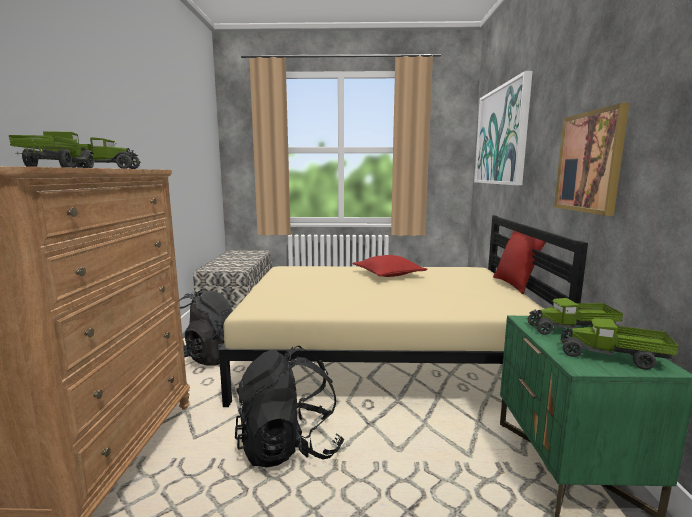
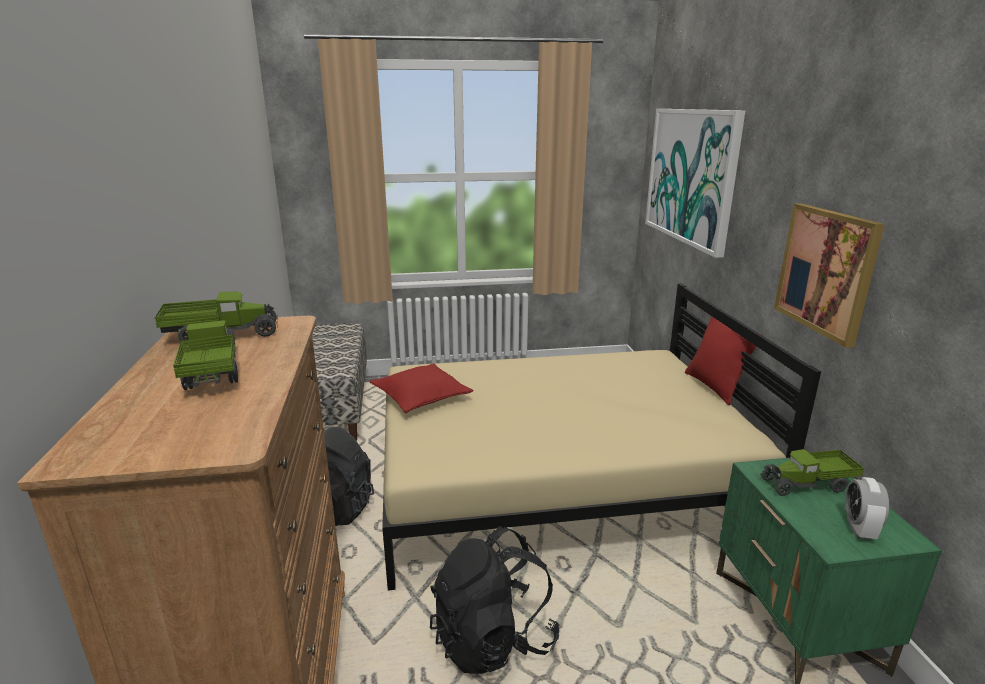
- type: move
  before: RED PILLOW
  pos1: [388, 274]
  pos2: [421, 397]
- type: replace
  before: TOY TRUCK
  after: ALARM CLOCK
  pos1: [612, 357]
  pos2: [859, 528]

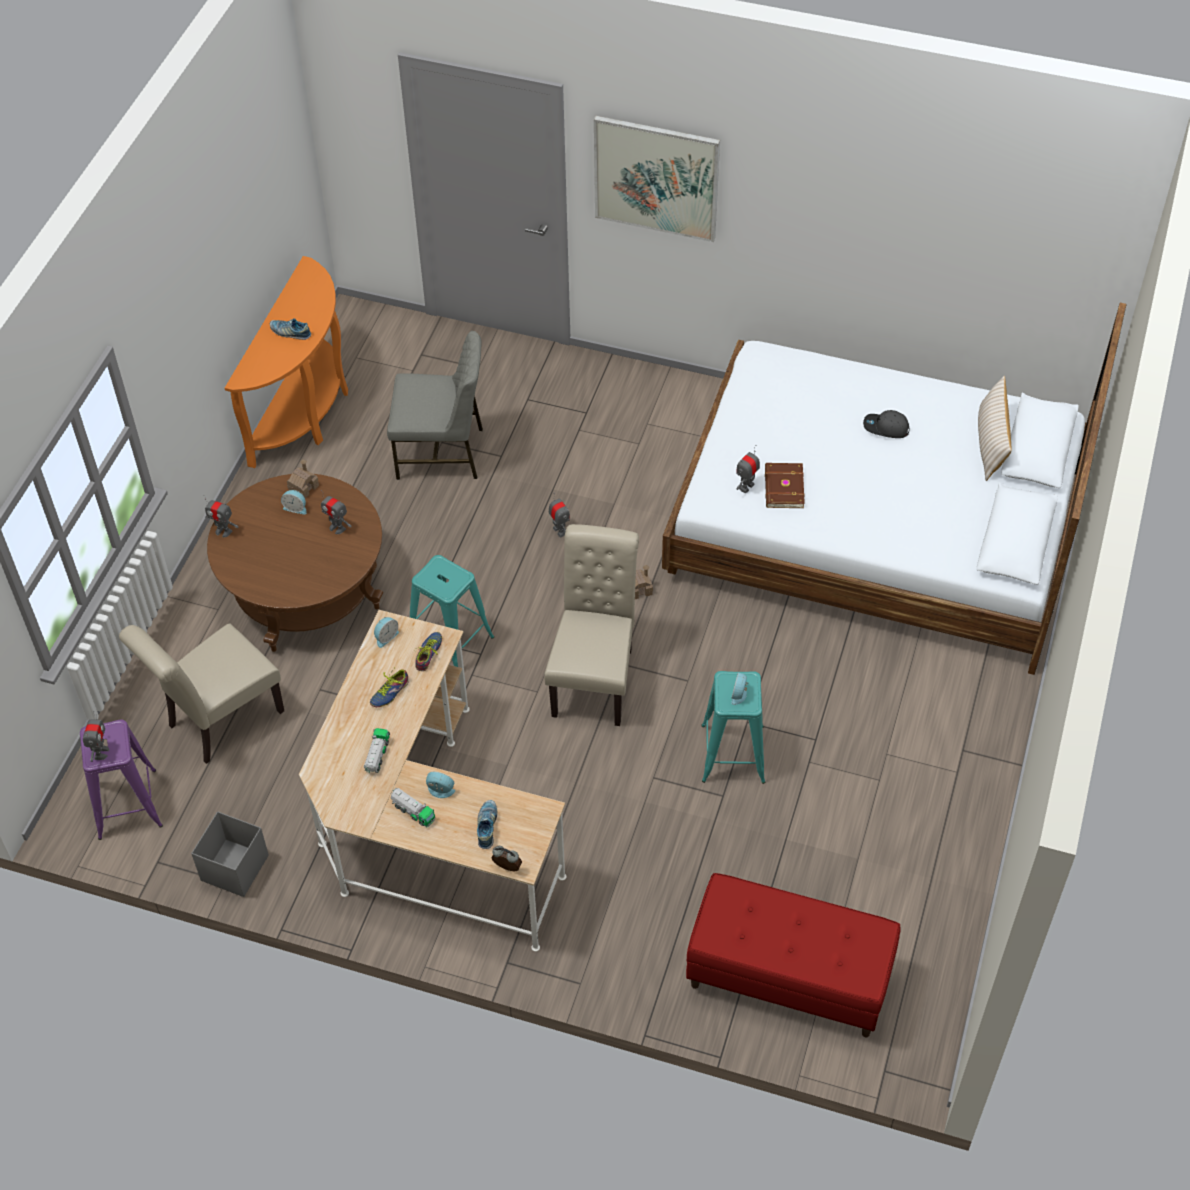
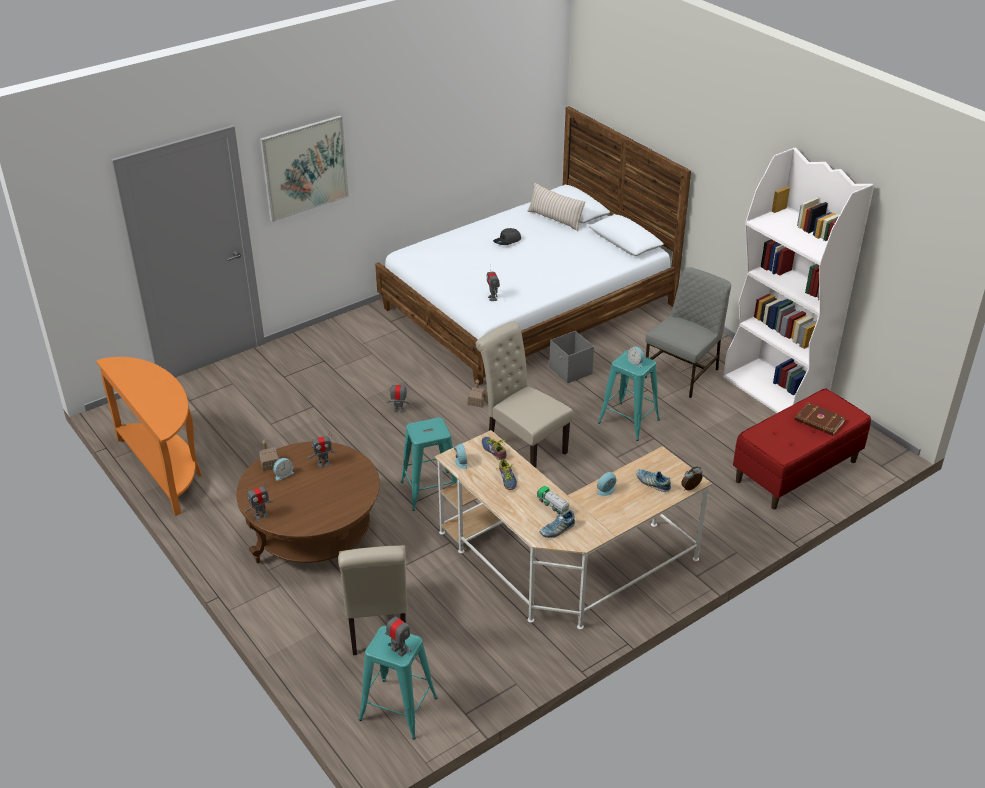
- type: recolor
  before: PURPLE STOOL
  after: TURQUOISE STOOL
  pos1: [127, 804]
  pos2: [399, 709]
- type: move
  before: SHOE
  pos1: [290, 332]
  pos2: [557, 530]
- type: move
  before: GREY STORAGE BOX
  pos1: [234, 869]
  pos2: [570, 371]
- type: move
  before: GREY CHAIR
  pos1: [442, 453]
  pos2: [683, 373]
- type: insert
  after: WHITE BOOKCASE
  pos2: [775, 390]
- type: move
  before: BROWN BOOK
  pos1: [783, 488]
  pos2: [819, 421]
- type: delete
  before: TOY TRUCK
  pos1: [413, 812]

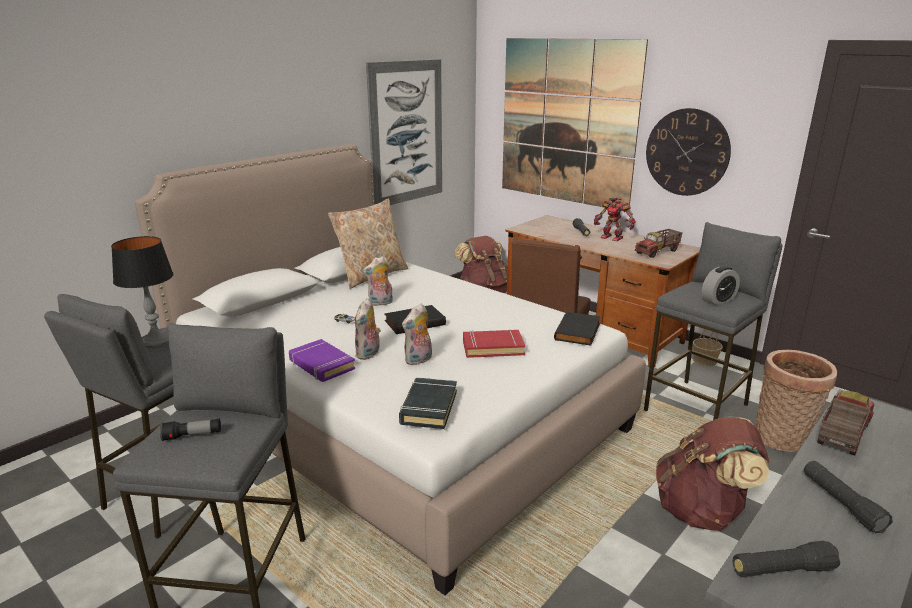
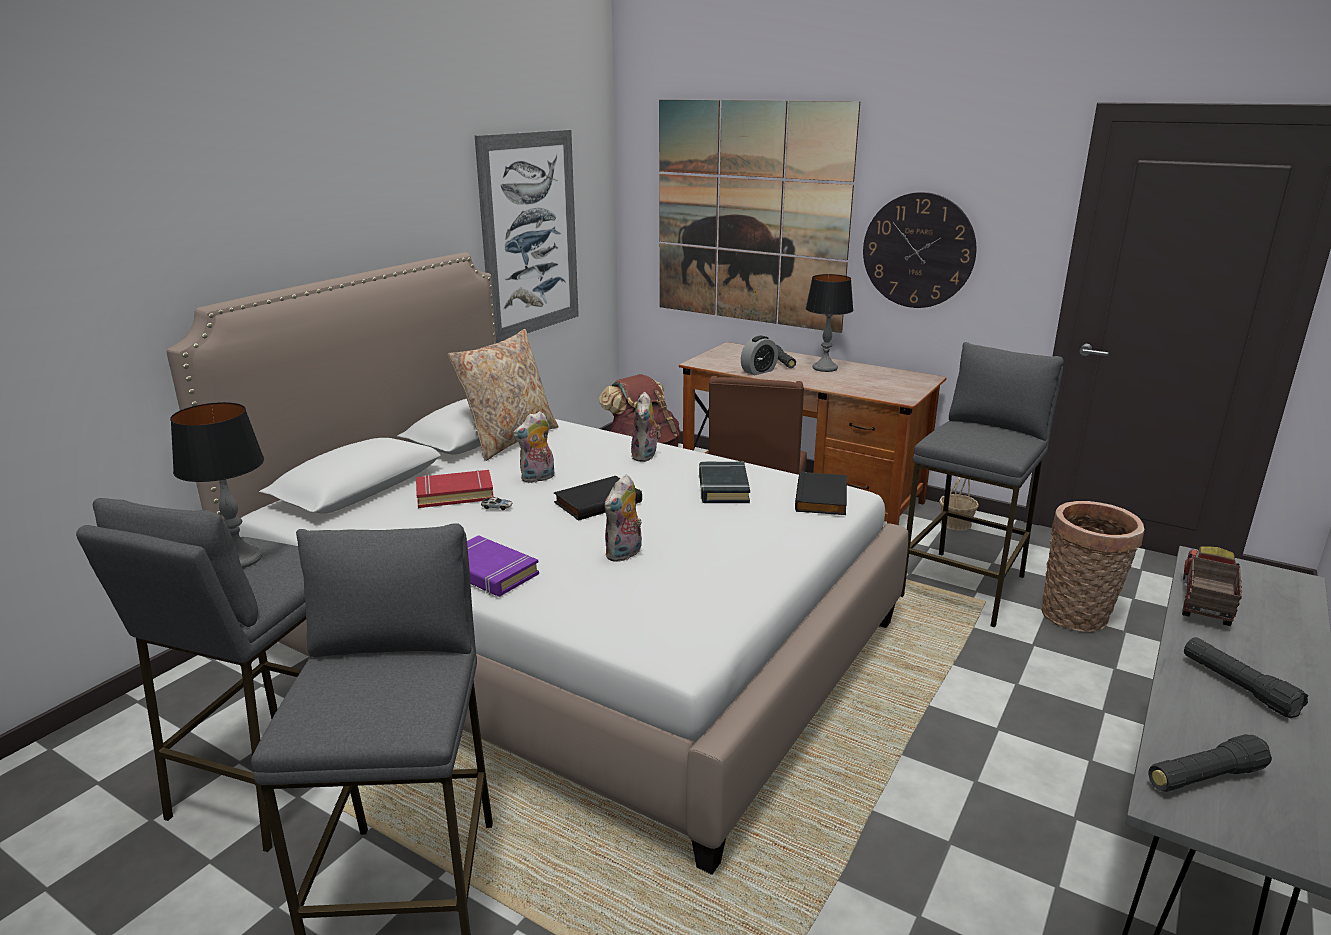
- type: move
  before: RED BOOK
  pos1: [493, 348]
  pos2: [455, 494]
- type: move
  before: PLUSH TOY
  pos1: [368, 354]
  pos2: [645, 456]
- type: move
  before: BLACK BOOK
  pos1: [428, 407]
  pos2: [723, 488]
- type: move
  before: ALARM CLOCK
  pos1: [718, 300]
  pos2: [758, 371]
- type: replace
  before: TOY ROBOT
  after: TABLE LAMP
  pos1: [612, 237]
  pos2: [825, 368]
- type: delete
  before: FLASHLIGHT
  pos1: [192, 436]
- type: delete
  before: TOY TRUCK
  pos1: [658, 252]
- type: delete
  before: BROWN BACKPACK
  pos1: [702, 511]

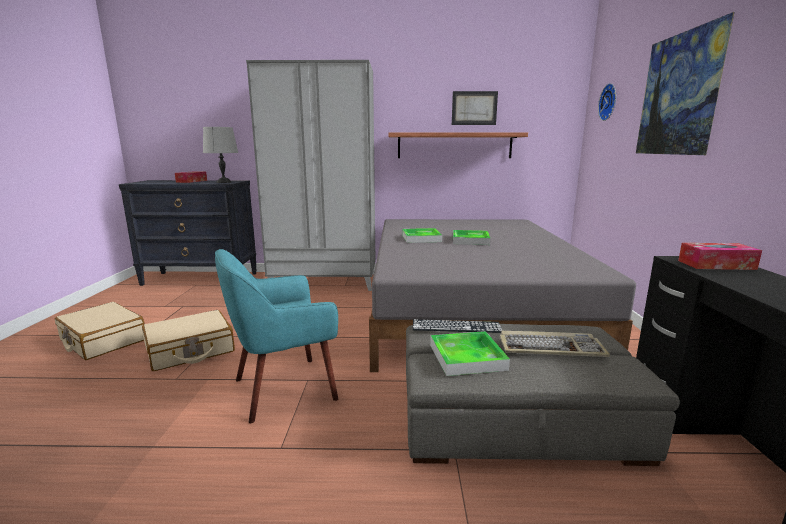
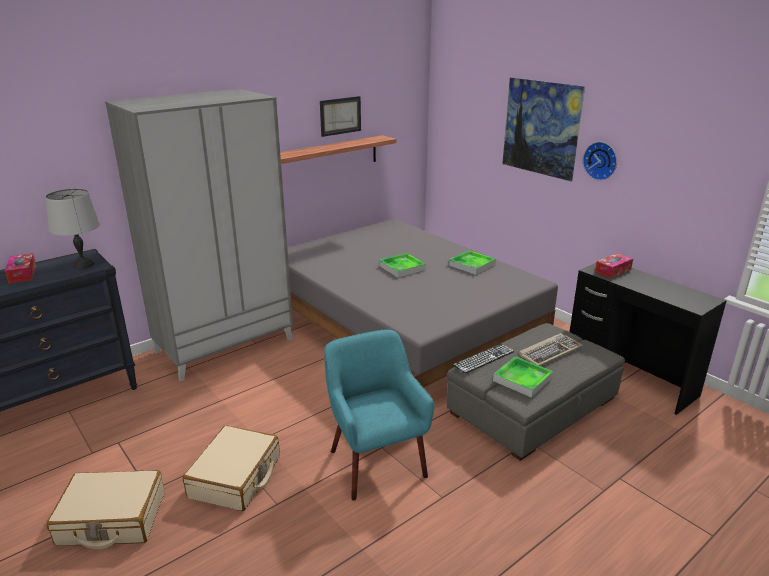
- type: rotate
  before: TURQUOISE ARMCHAIR
  pos1: [283, 388]
  pos2: [376, 463]
  turn: 135
- type: move
  before: TRAY
  pos1: [421, 238]
  pos2: [472, 265]
- type: move
  before: WALL CLOCK
  pos1: [609, 102]
  pos2: [601, 160]

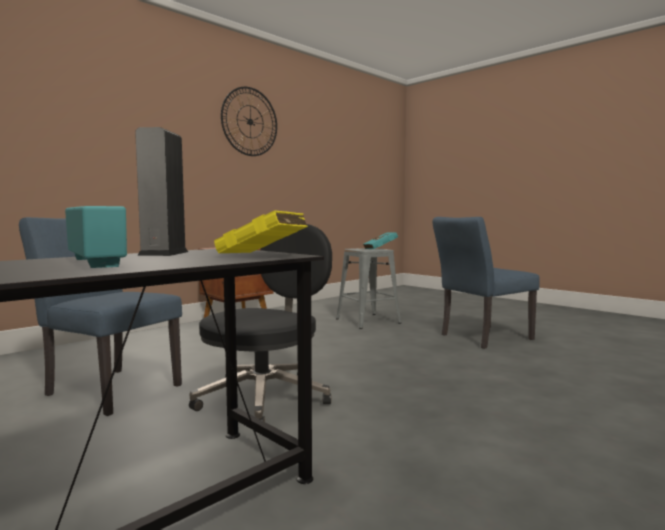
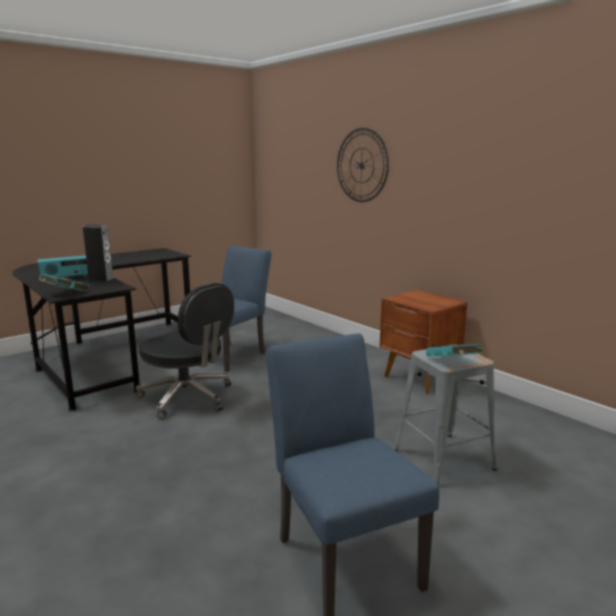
- type: recolor
  before: YELLOW BOOK
  after: TURQUOISE BOOK
  pos1: [264, 256]
  pos2: [63, 293]
- type: move
  before: WALL CLOCK
  pos1: [250, 121]
  pos2: [361, 165]

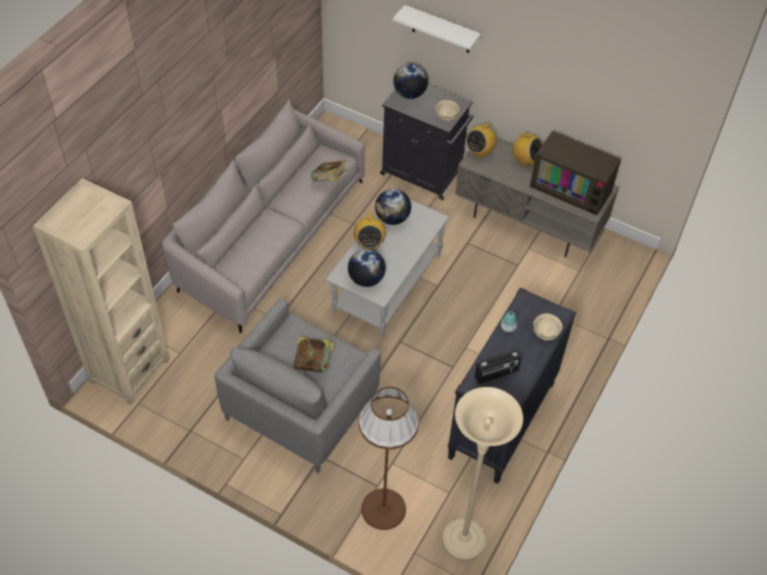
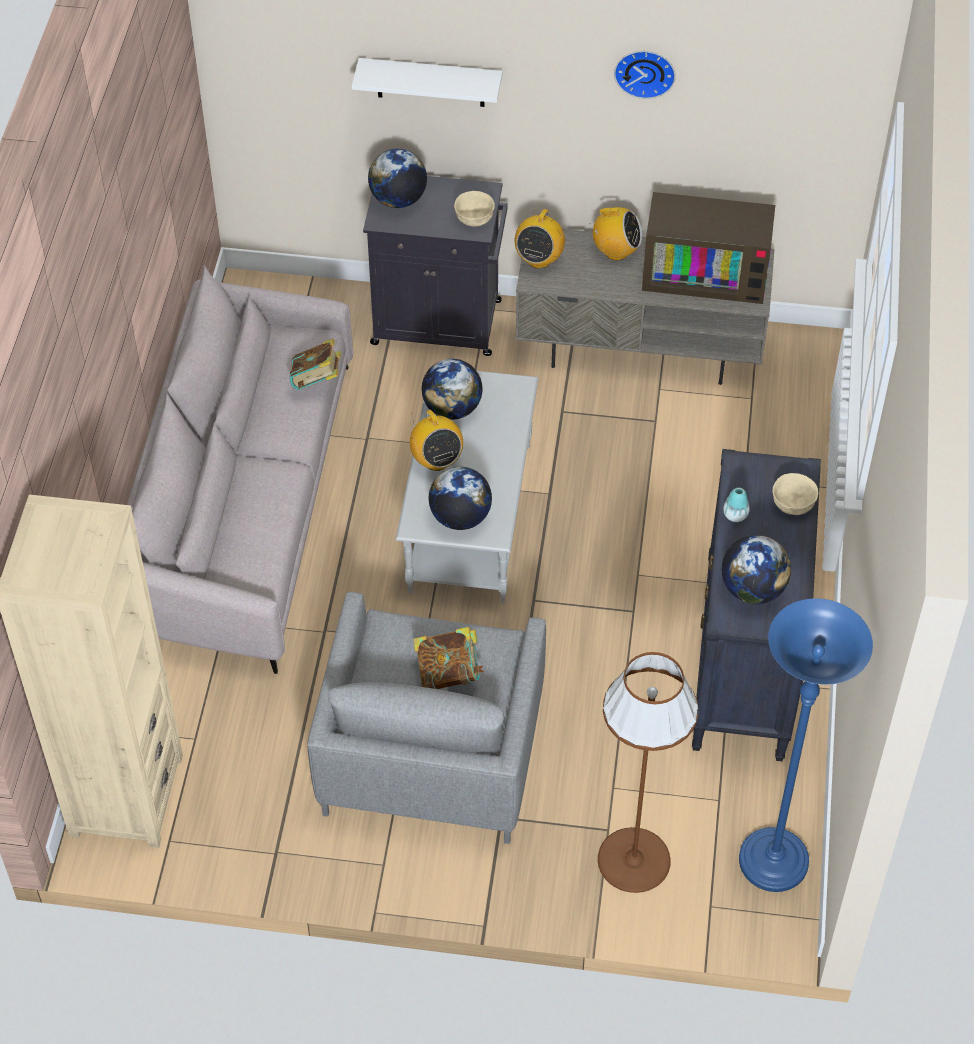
- type: insert
  after: WALL CLOCK
  pos2: [645, 71]
- type: replace
  before: RADIO
  after: GLOBE
  pos1: [496, 374]
  pos2: [752, 589]
- type: recolor
  before: BEIGE FLOOR LAMP
  after: BLUE FLOOR LAMP
  pos1: [463, 541]
  pos2: [773, 862]

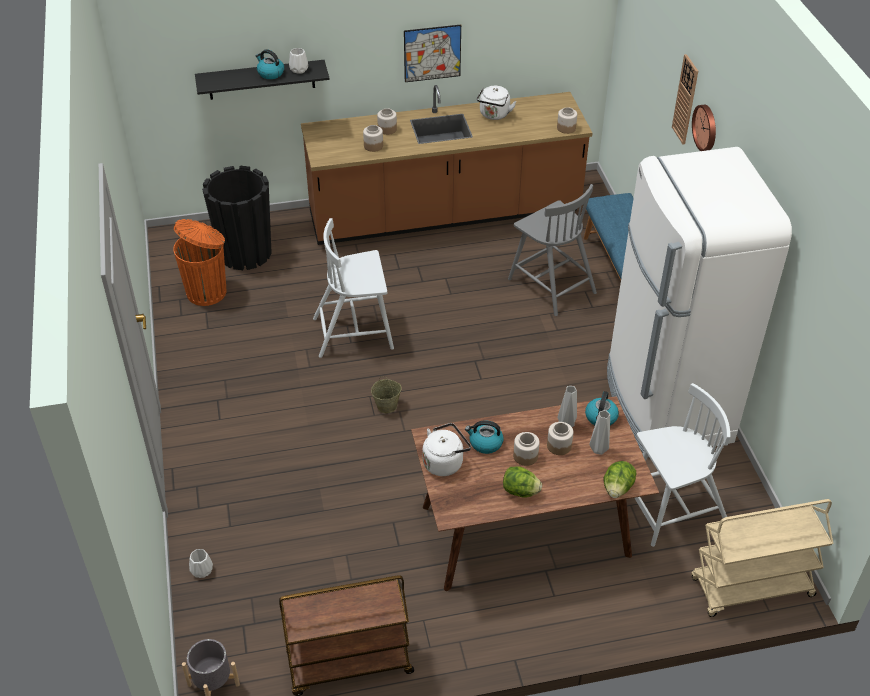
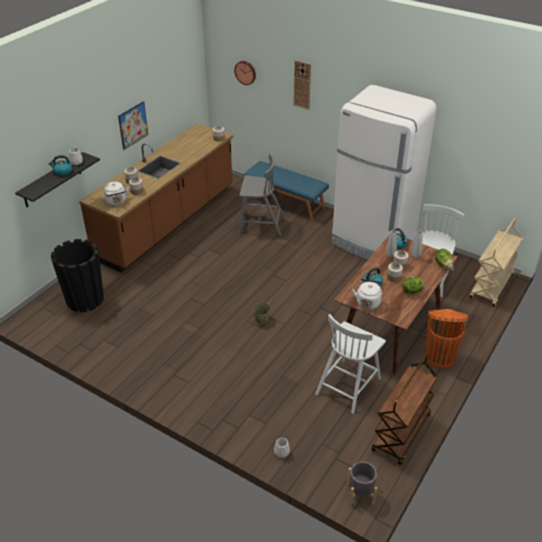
- type: move
  before: WHITE KETTLE
  pos1: [494, 115]
  pos2: [116, 201]
- type: move
  before: WALL CLOCK
  pos1: [706, 127]
  pos2: [245, 72]
- type: move
  before: WHITE CHAIR
  pos1: [355, 333]
  pos2: [348, 385]
- type: move
  before: ORANGE TRASH CAN
  pos1: [208, 292]
  pos2: [439, 356]

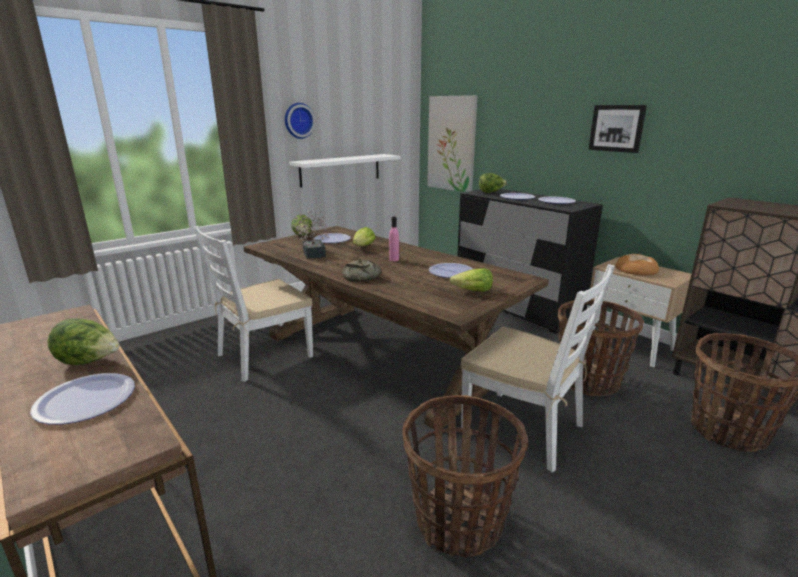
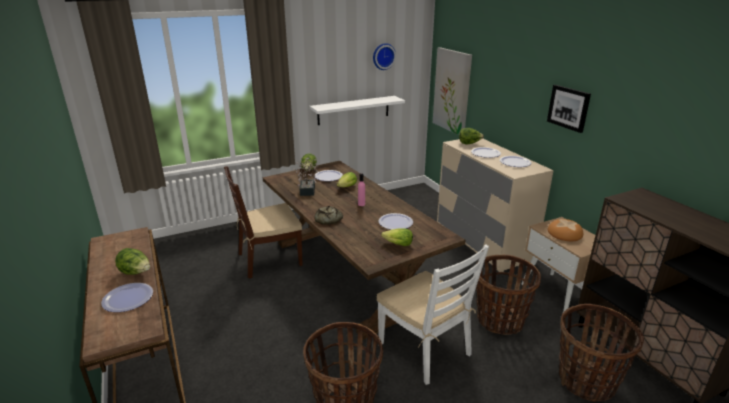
- type: recolor
  before: WHITE CHAIR
  after: BROWN CHAIR
  pos1: [264, 356]
  pos2: [269, 259]
- type: move
  before: WALL CLOCK
  pos1: [298, 120]
  pos2: [383, 56]
- type: recolor
  before: BLACK DRESSER
  after: BEIGE DRESSER
  pos1: [516, 307]
  pos2: [482, 242]

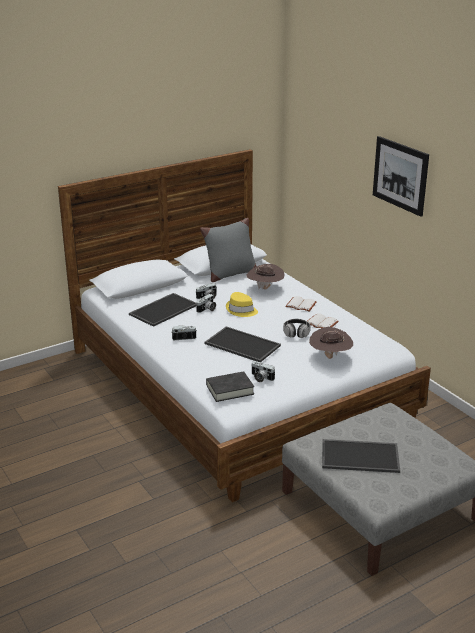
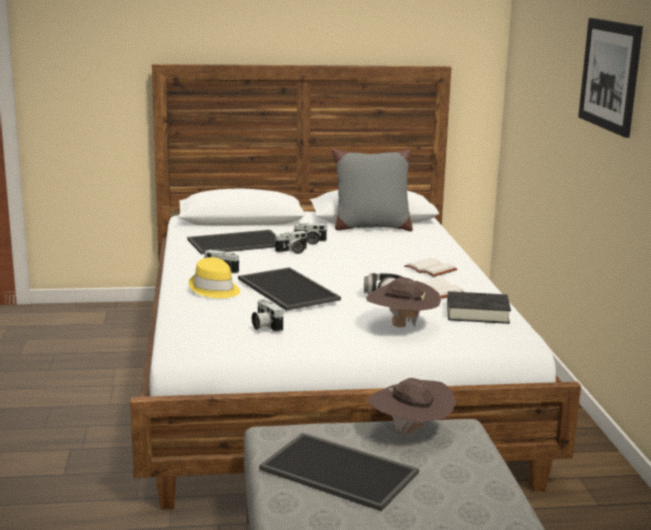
- type: move
  before: YELLOW HAT
  pos1: [241, 310]
  pos2: [214, 289]
- type: move
  before: BROWN HAT
  pos1: [265, 288]
  pos2: [410, 432]
- type: move
  before: BLACK BOOK
  pos1: [230, 390]
  pos2: [477, 313]

